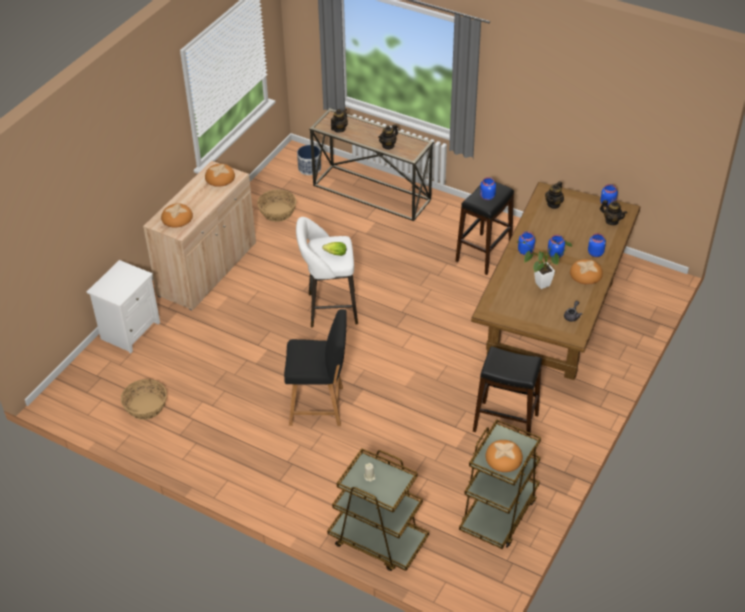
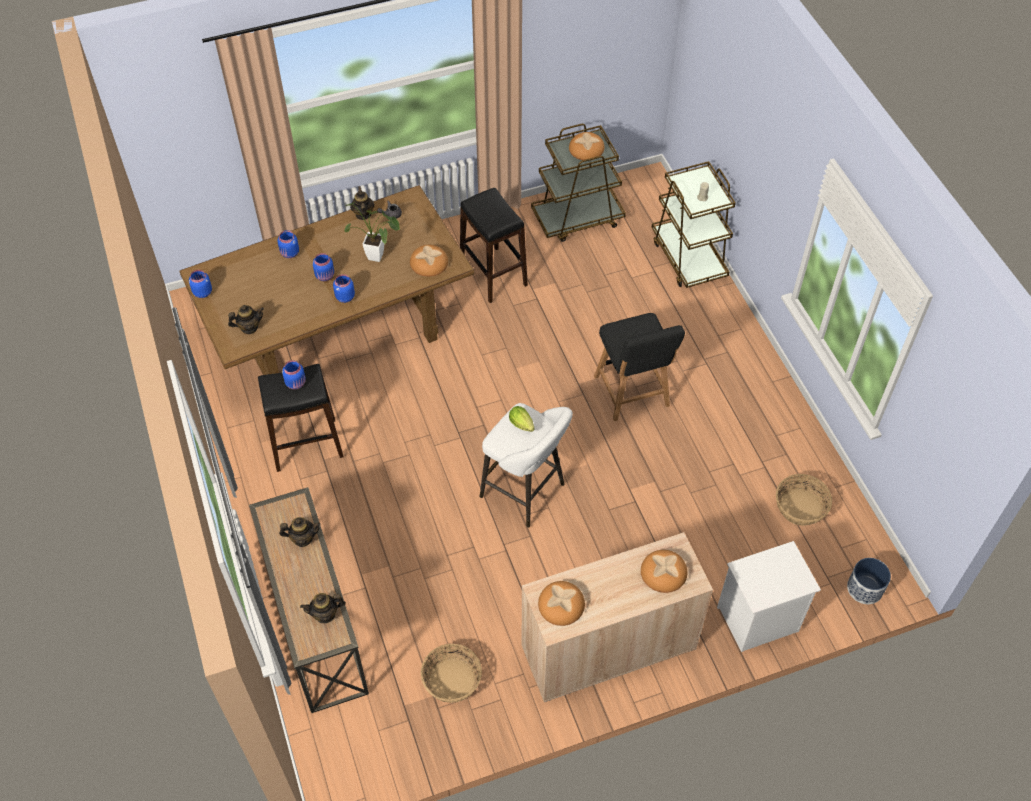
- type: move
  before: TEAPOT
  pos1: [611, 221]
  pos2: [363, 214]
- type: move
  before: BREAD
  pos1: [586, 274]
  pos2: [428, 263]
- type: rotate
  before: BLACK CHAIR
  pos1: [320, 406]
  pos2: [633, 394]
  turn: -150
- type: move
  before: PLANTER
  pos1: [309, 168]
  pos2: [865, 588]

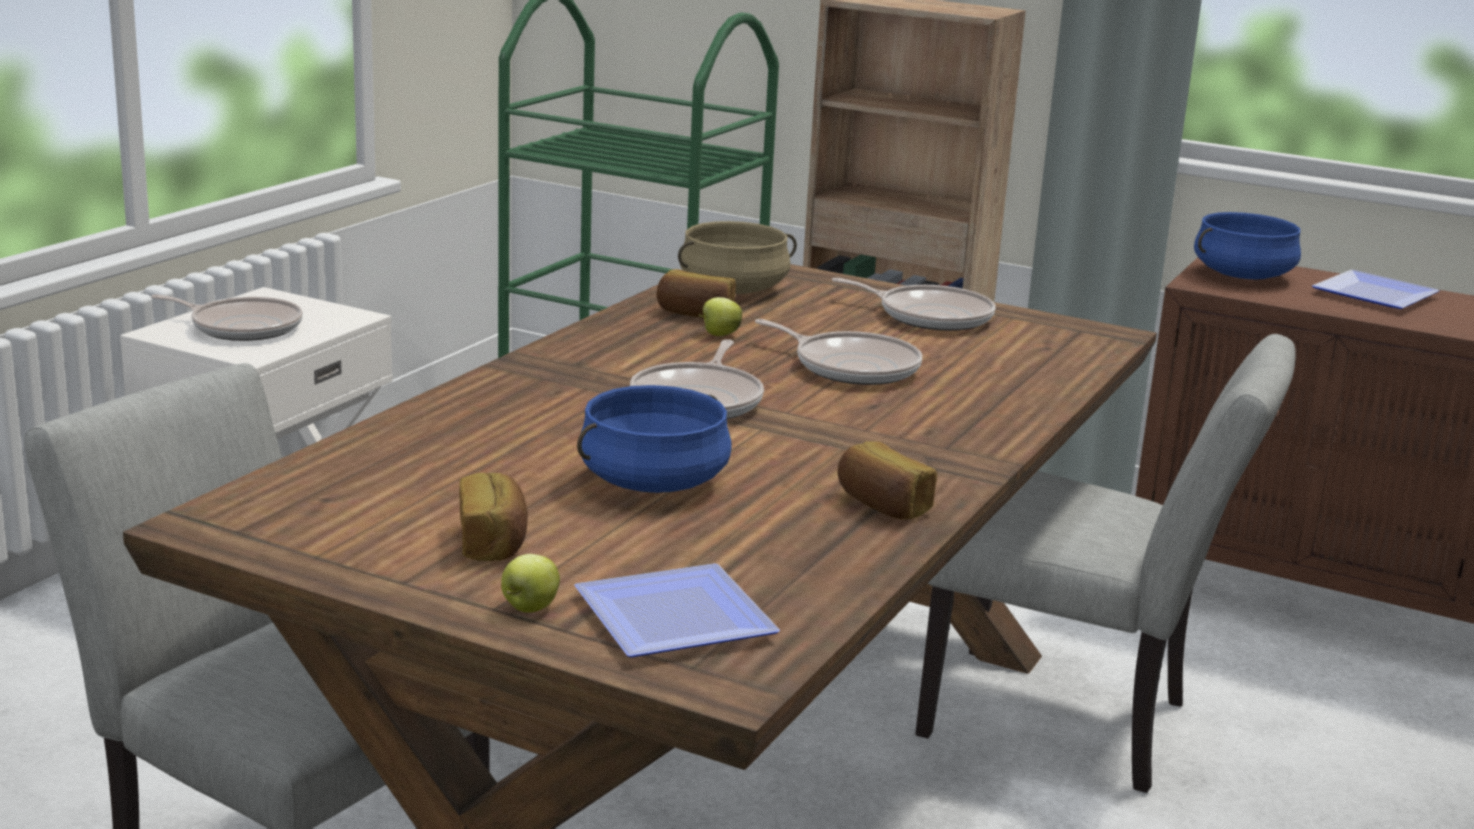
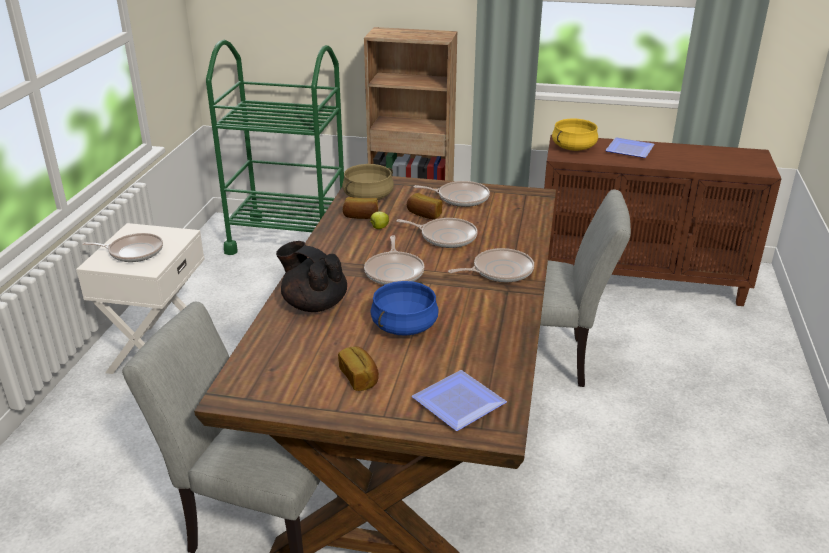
- type: insert
  after: BLACK TEAPOT
  pos2: [314, 304]
- type: move
  before: BREAD
  pos1: [881, 505]
  pos2: [424, 214]
- type: insert
  after: FRYING PAN
  pos2: [499, 271]
- type: recolor
  before: BLUE COOKING POT
  after: YELLOW COOKING POT
  pos1: [1242, 275]
  pos2: [573, 147]
- type: delete
  before: APPLE
  pos1: [529, 608]

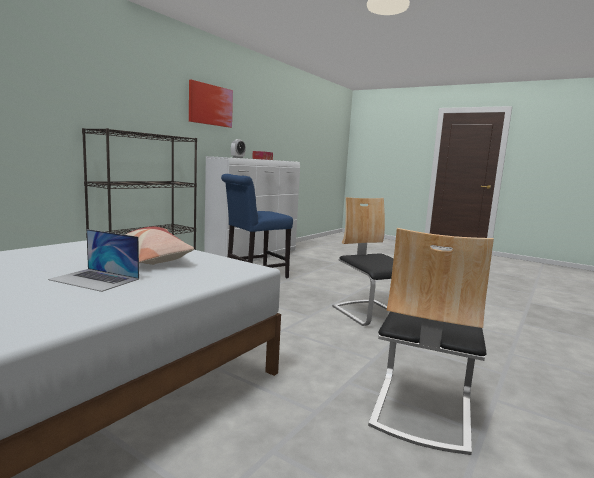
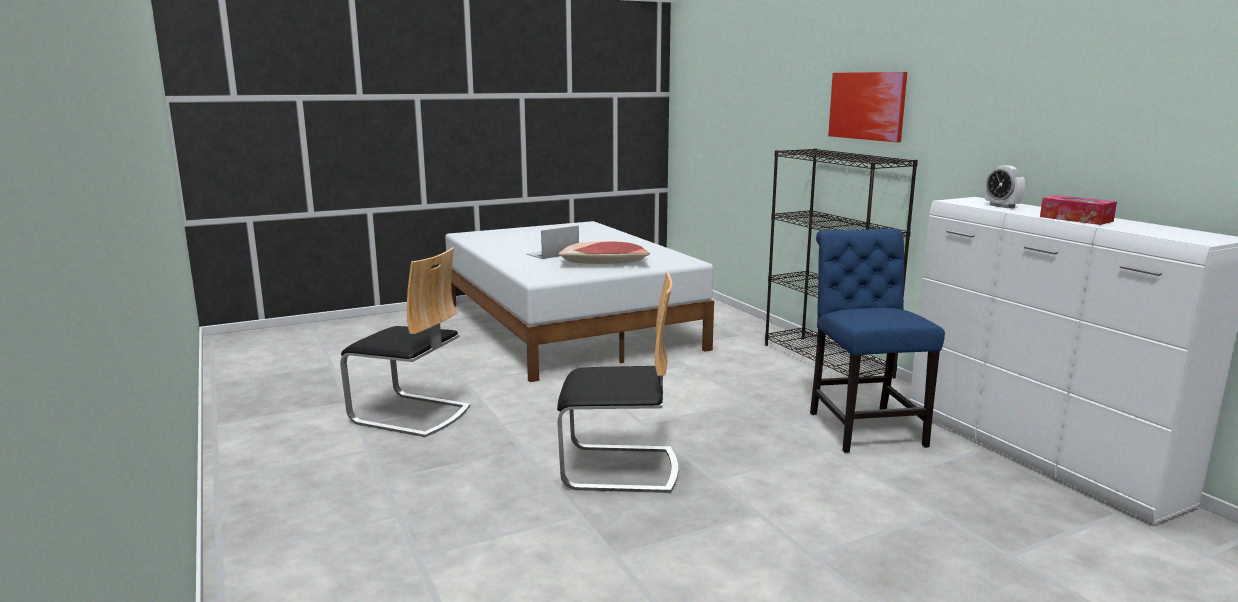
- type: rotate
  before: CHAIR
  pos1: [421, 410]
  pos2: [410, 414]
  turn: 150
- type: move
  before: PICTURE
  pos1: [210, 105]
  pos2: [867, 106]

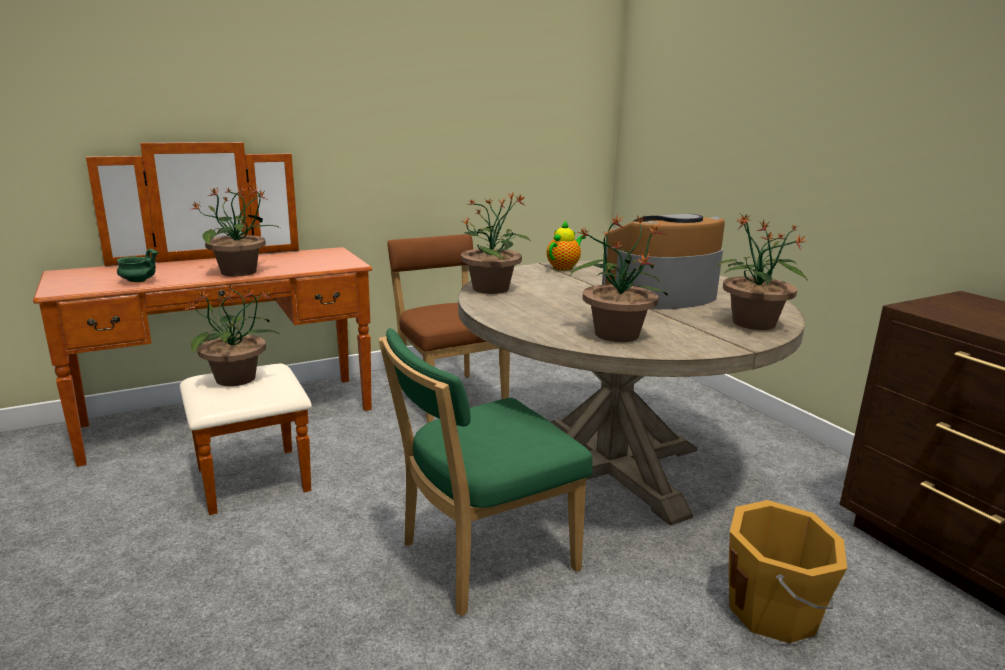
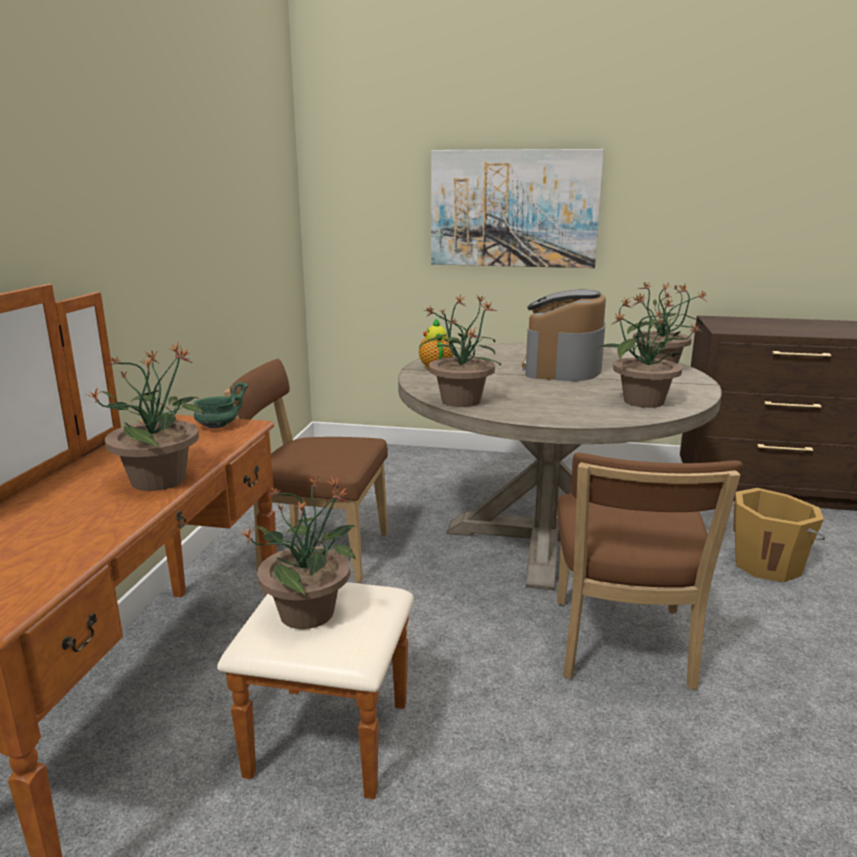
- type: move
  before: GREEN BOWL
  pos1: [140, 281]
  pos2: [218, 425]
- type: insert
  after: PICTURE
  pos2: [513, 209]
- type: recolor
  before: GREEN CHAIR
  after: BROWN CHAIR
  pos1: [481, 558]
  pos2: [622, 648]

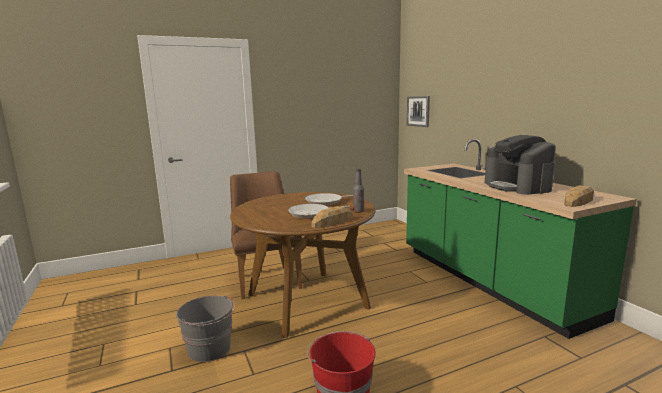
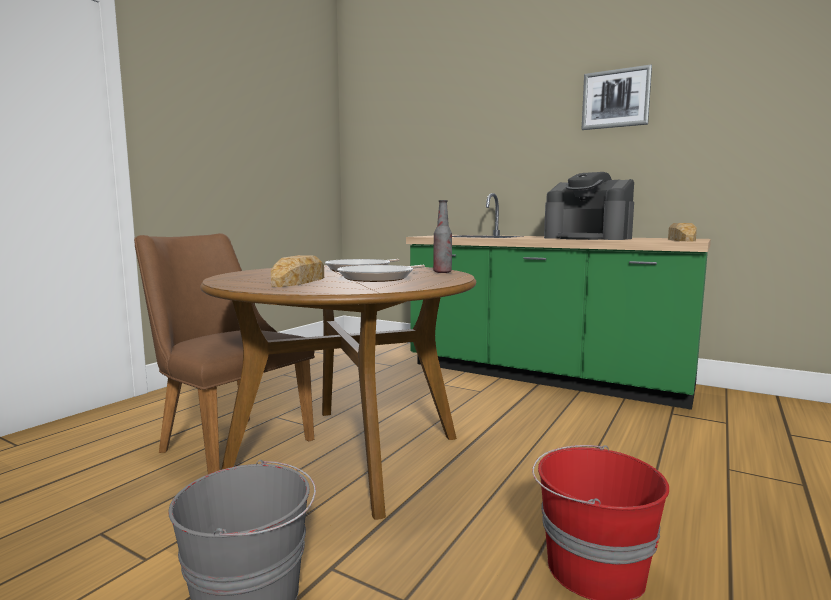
- type: move
  before: BREAD
  pos1: [332, 222]
  pos2: [298, 281]
- type: move
  before: PICTURE
  pos1: [418, 111]
  pos2: [615, 99]

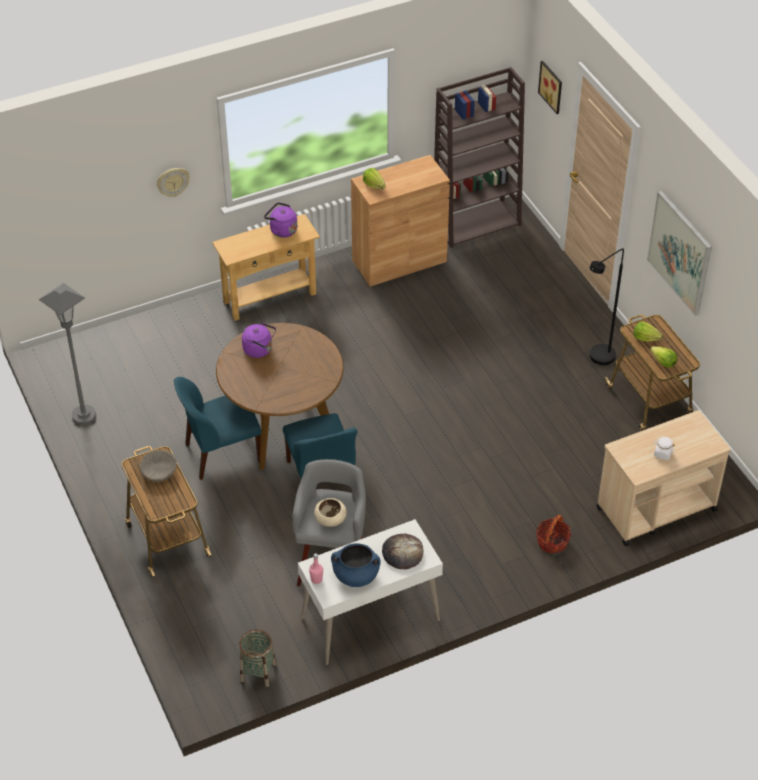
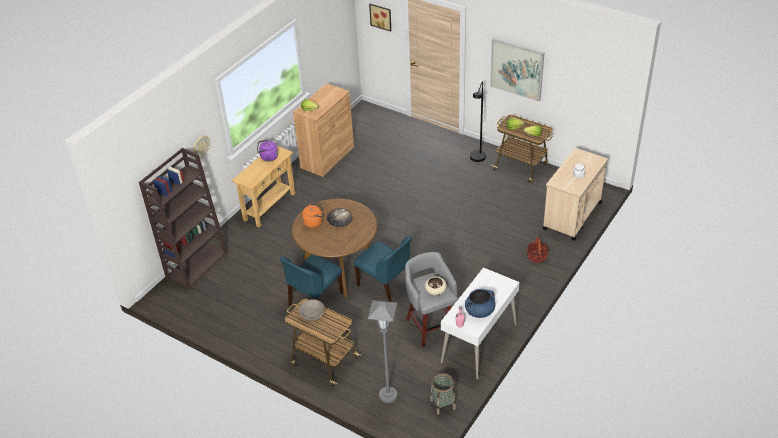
- type: move
  before: BROWN BOOKCASE
  pos1: [477, 223]
  pos2: [197, 264]
- type: recolor
  before: PURPLE KETTLE
  after: ORANGE KETTLE
  pos1: [259, 350]
  pos2: [314, 222]
- type: move
  before: BREAD
  pos1: [402, 553]
  pos2: [339, 219]
- type: move
  before: GREY FLOOR LAMP
  pos1: [84, 416]
  pos2: [388, 395]

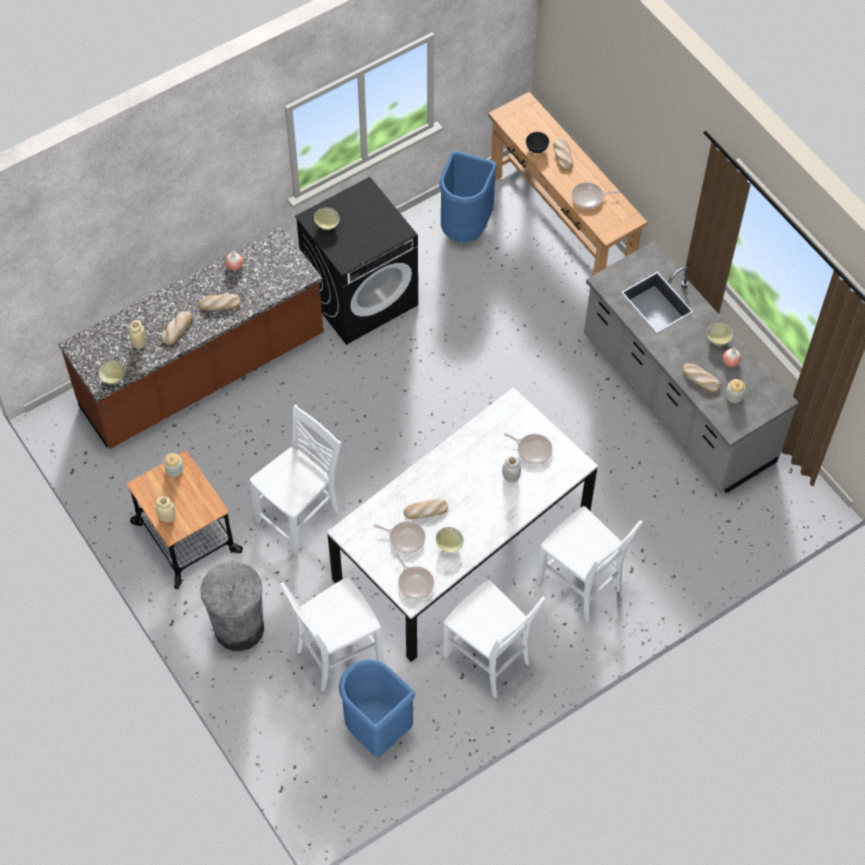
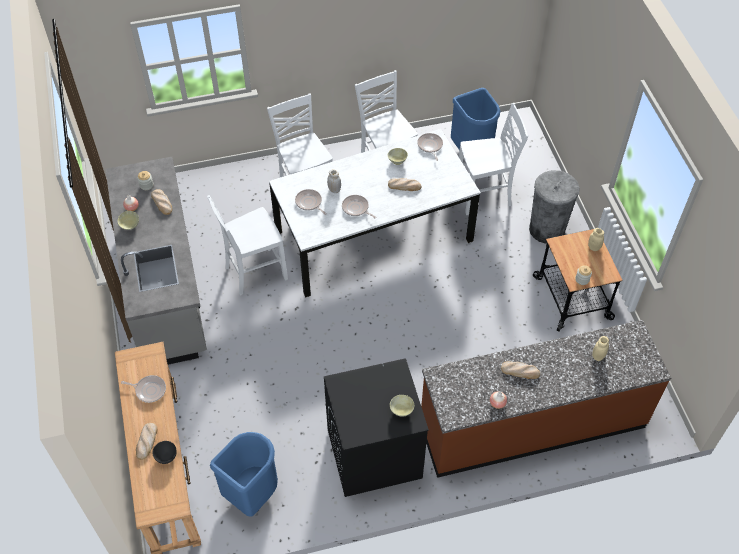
- type: move
  before: WHITE CHAIR
  pos1: [300, 517]
  pos2: [254, 272]
- type: move
  before: FRYING PAN
  pos1: [405, 538]
  pos2: [356, 208]
- type: delete
  before: BEIGE BOWL
  pos1: [113, 378]
- type: delete
  before: BREAD
  pos1: [177, 328]

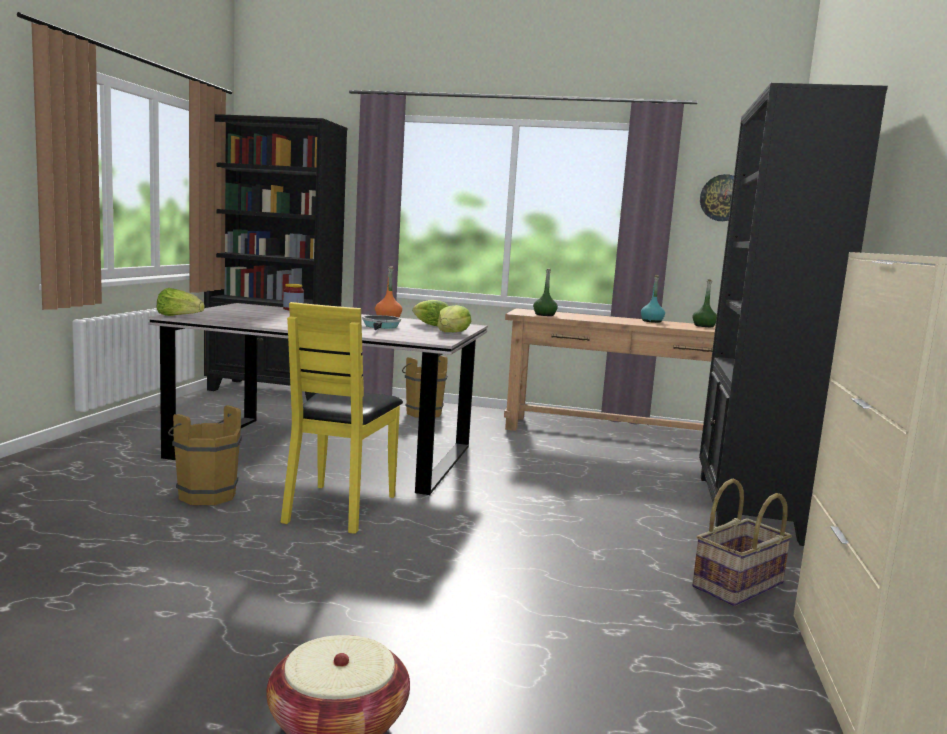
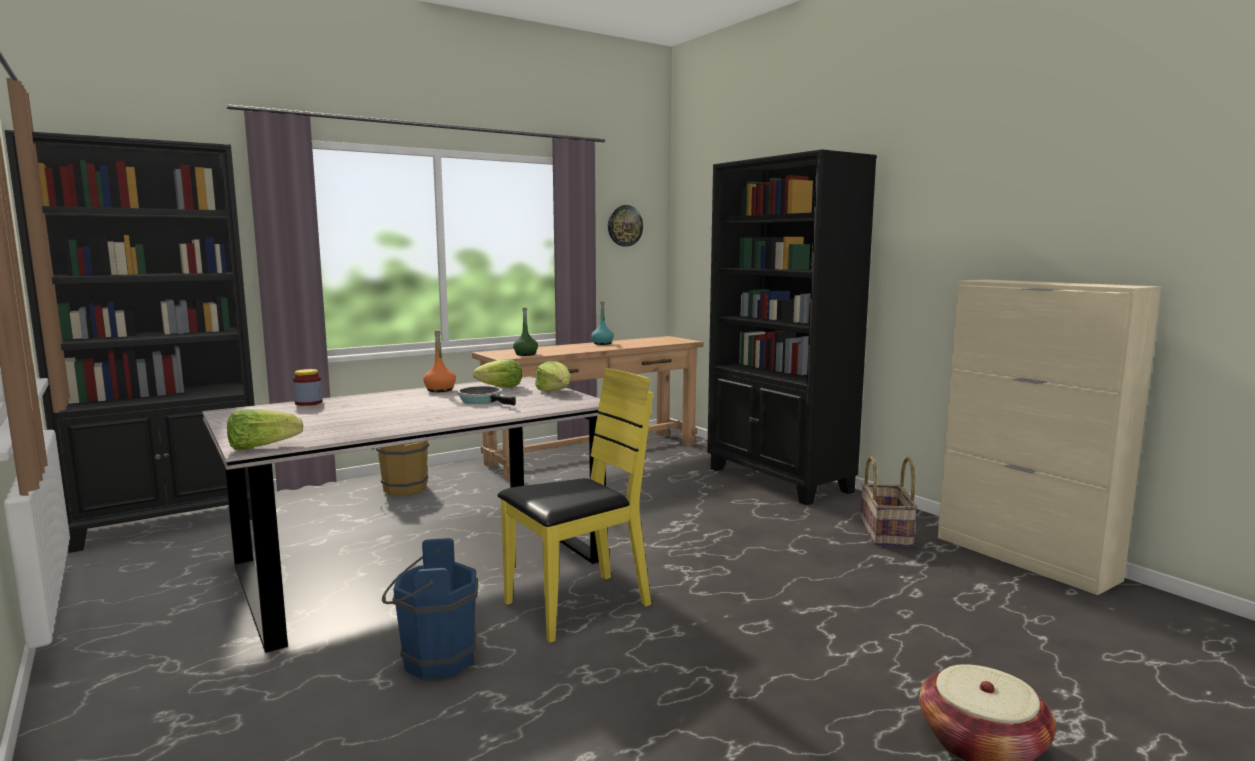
- type: recolor
  before: BROWN BUCKET
  after: BLUE BUCKET
  pos1: [204, 494]
  pos2: [433, 660]
- type: rotate
  before: YELLOW CHAIR
  pos1: [339, 508]
  pos2: [577, 606]
  turn: -90
- type: delete
  before: GREEN BOTTLE
  pos1: [704, 326]

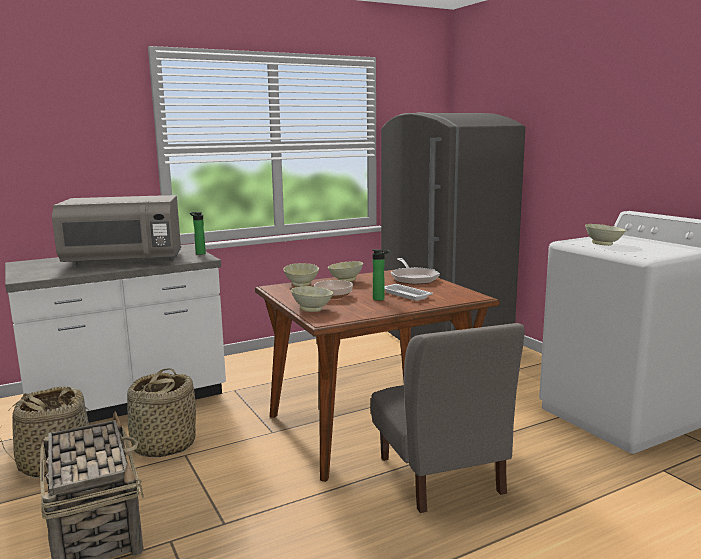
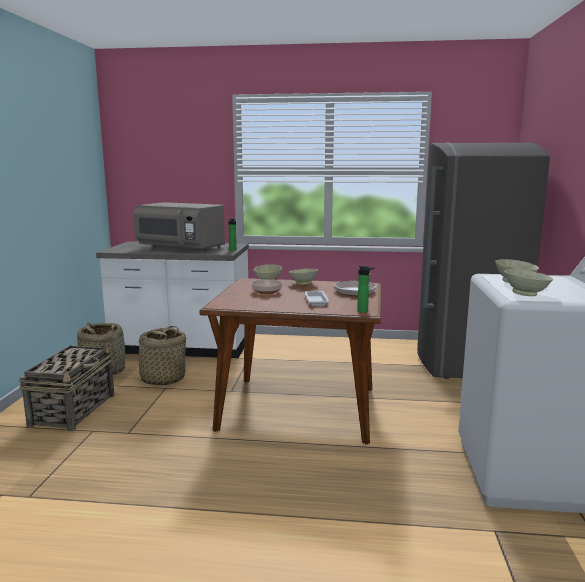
- type: move
  before: BOTTLE
  pos1: [380, 299]
  pos2: [364, 311]
- type: move
  before: BEIGE BOWL
  pos1: [313, 310]
  pos2: [526, 294]
- type: delete
  before: GREY CHAIR
  pos1: [440, 475]

